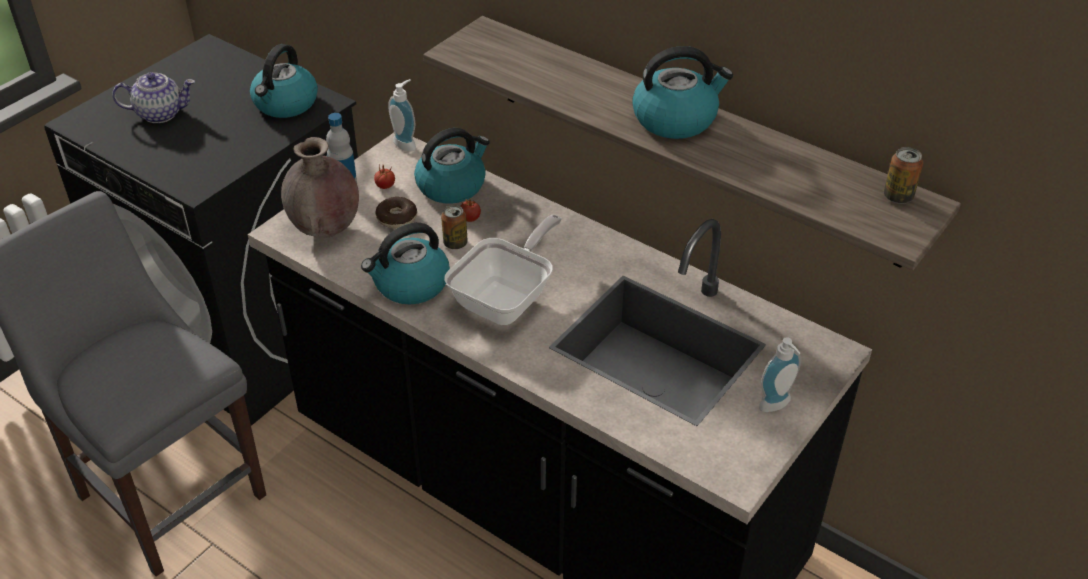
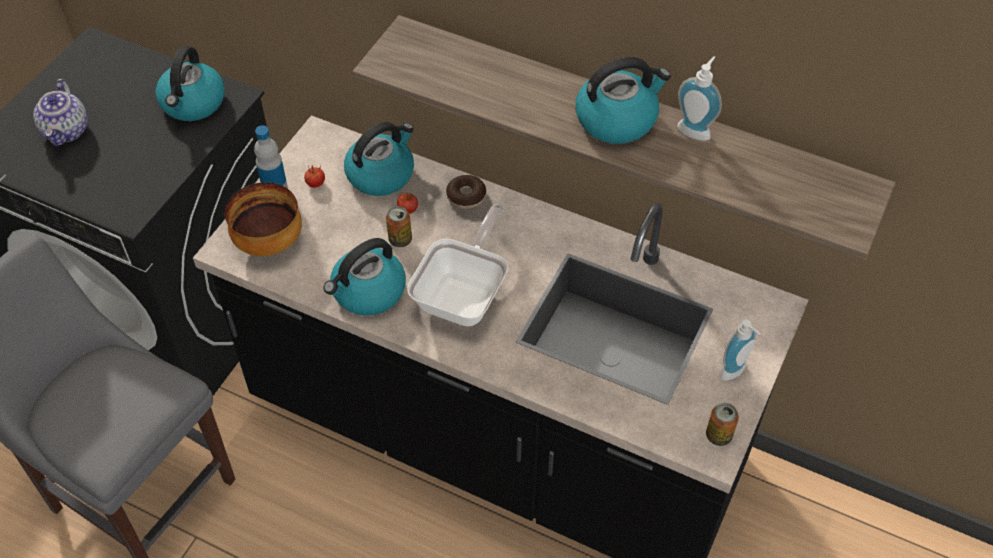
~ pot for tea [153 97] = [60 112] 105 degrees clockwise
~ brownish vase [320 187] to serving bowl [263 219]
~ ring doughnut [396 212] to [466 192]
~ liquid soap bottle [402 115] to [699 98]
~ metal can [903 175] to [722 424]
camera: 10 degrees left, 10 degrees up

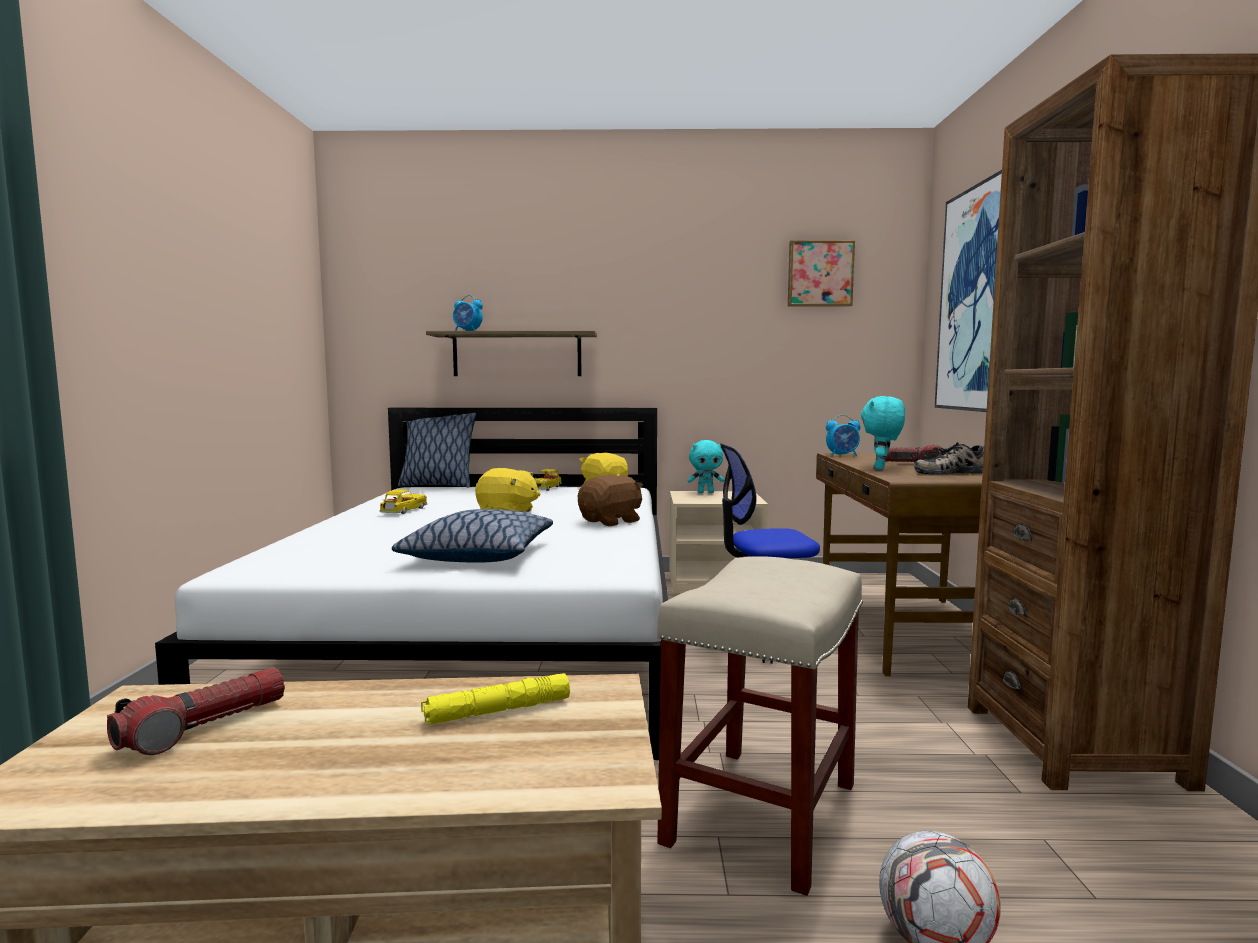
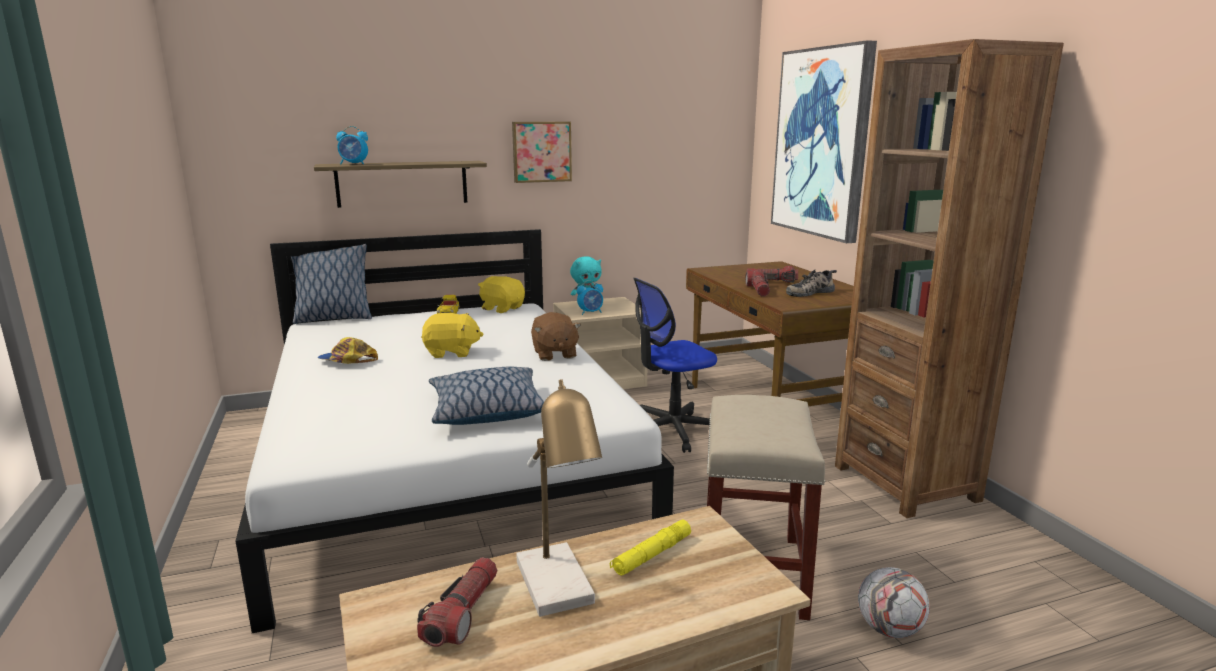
~ model car [403 501] to peaked cap [348 350]
~ picture [821 273] to [542 152]
+ table lamp [559 498]
~ brownish soft toy [610 500] = [556 336] 135 degrees clockwise
~ alarm clock [843 435] to [590 297]
~ turquoise-coloured soft toy [883 433] to flashlight [757 283]
camera: 20 degrees left, 10 degrees up

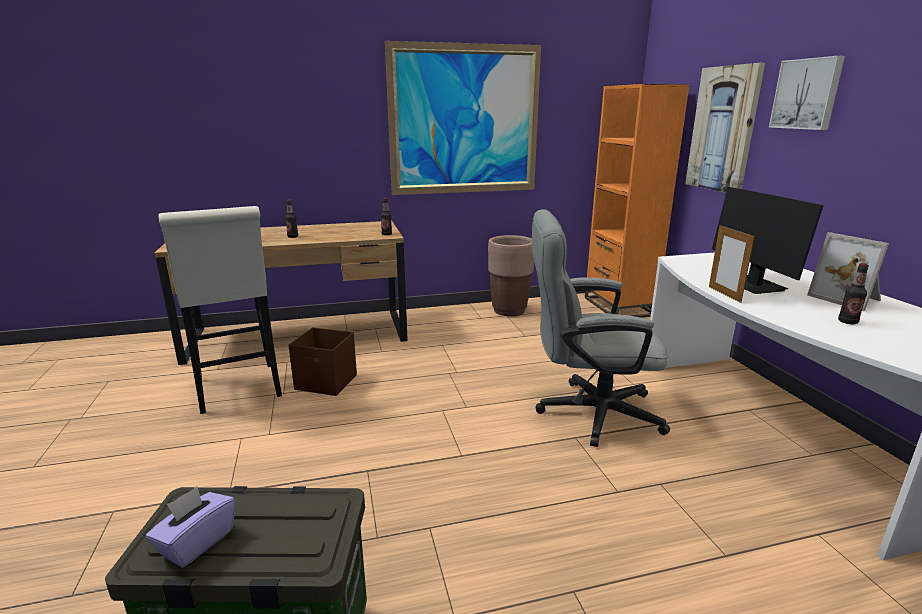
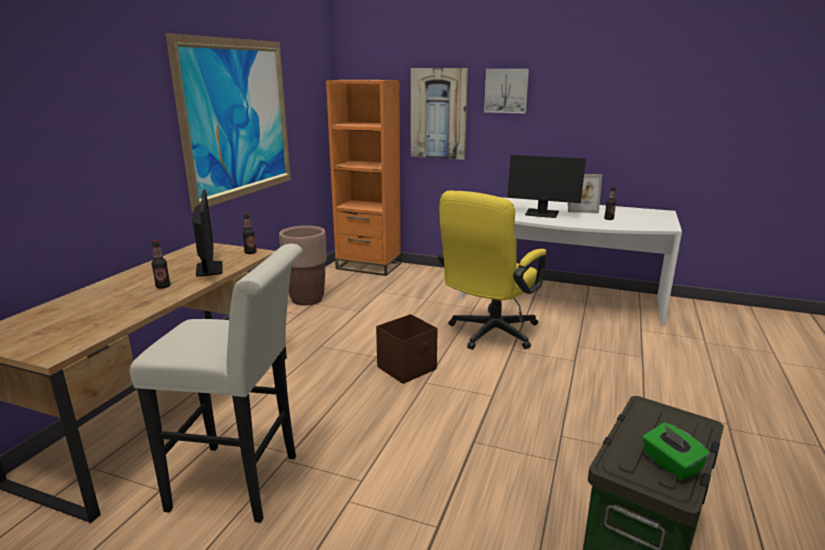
+ monitor [207 233]
~ brownish storage container [322 361] to [407 349]
~ greyish desk chair [601 328] to yellow desk chair [492 270]
~ purple box of tissues [190 527] to green box of tissues [676 451]
- standing frame [732 263]
camera: 55 degrees left, 0 degrees up

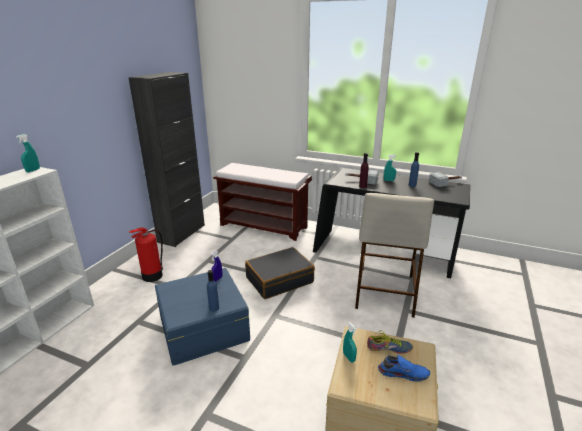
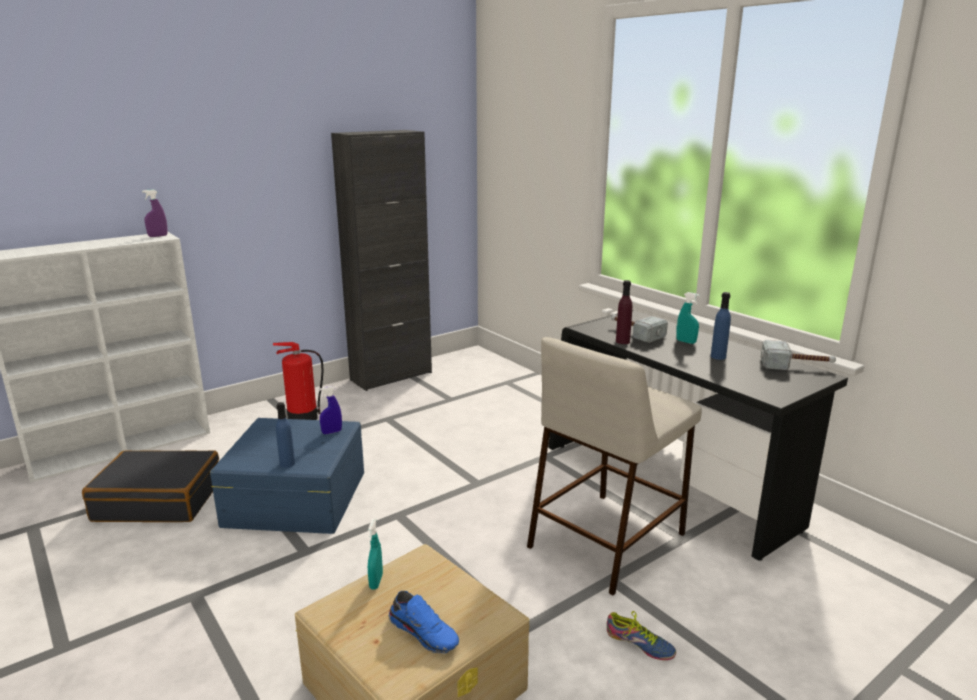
~ black suitcase [280 273] to [150 486]
~ turquoise-coloured spray bottle [28 153] to purple spray bottle [155 213]
~ item of footwear [390 342] to [641 635]
- brownish long seat [262 202]
camera: 30 degrees right, 5 degrees down

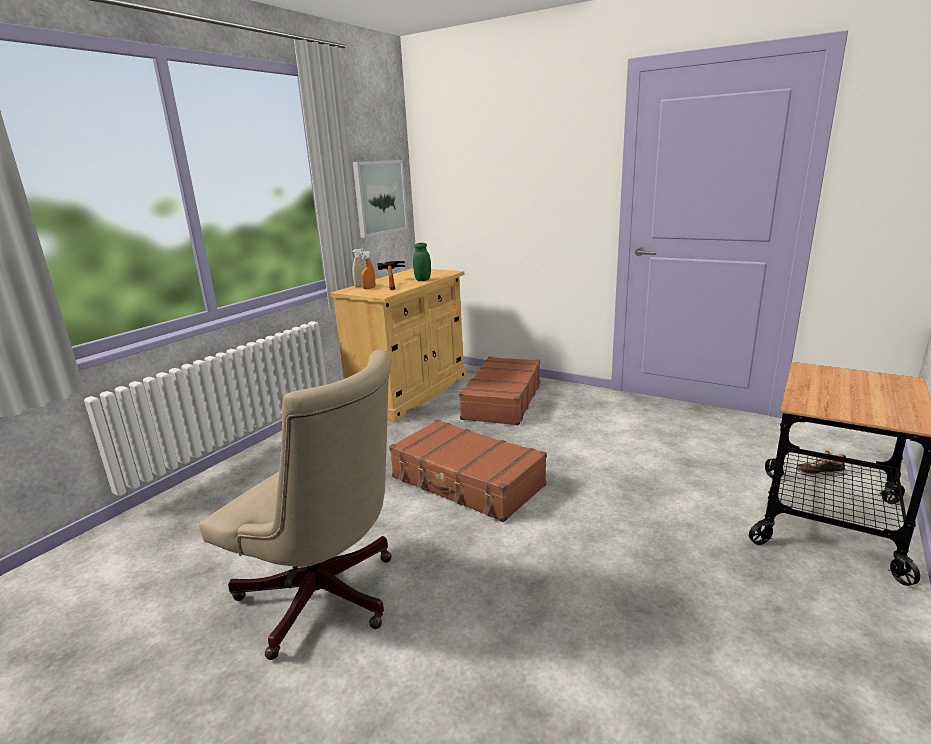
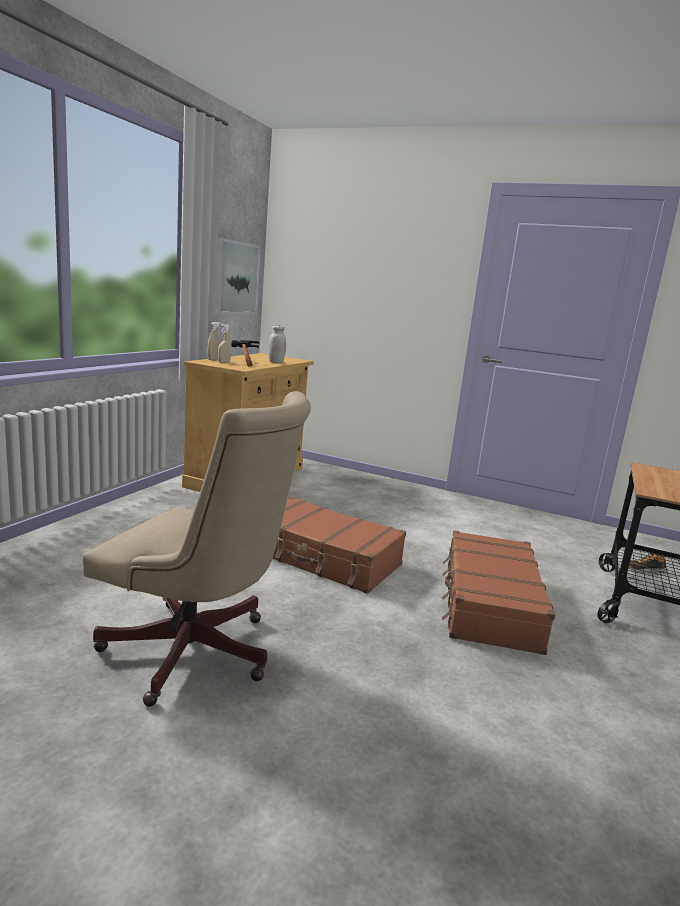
~ orangey spray bottle [367 269] to beige-coloured spray bottle [224 343]
~ green jar [422 262] to whitish jar [277 344]
~ brownish suitcase [499 391] to [499 592]
camera: 10 degrees left, 5 degrees down

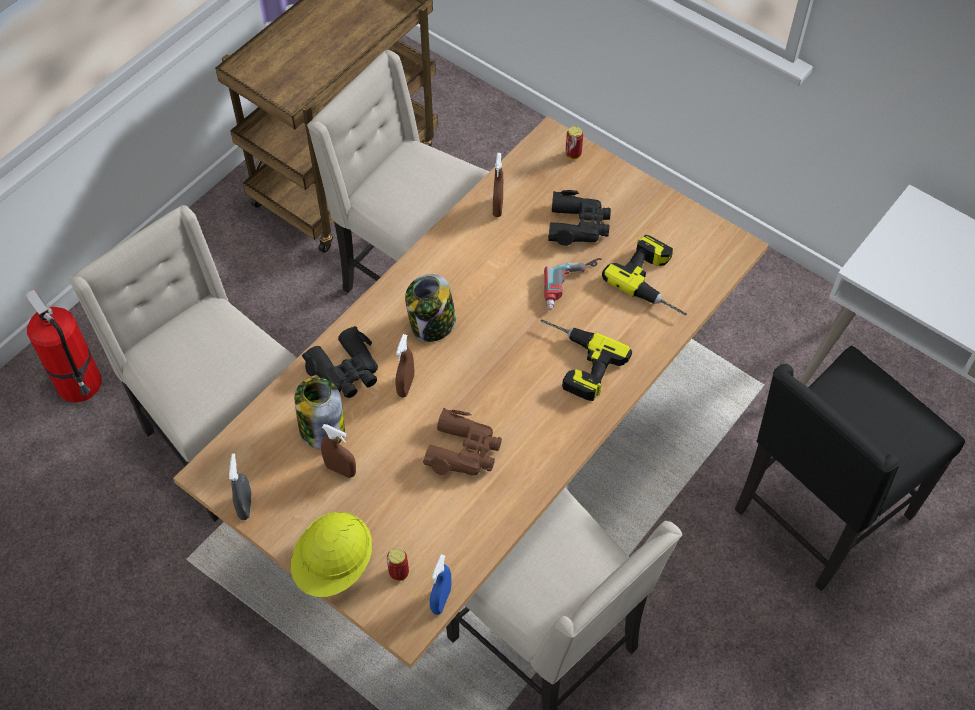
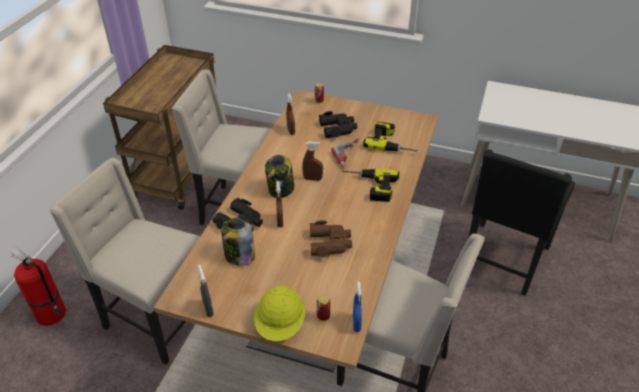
~ brownish spray bottle [338 451] to [312 161]
camera: 20 degrees left, 15 degrees down

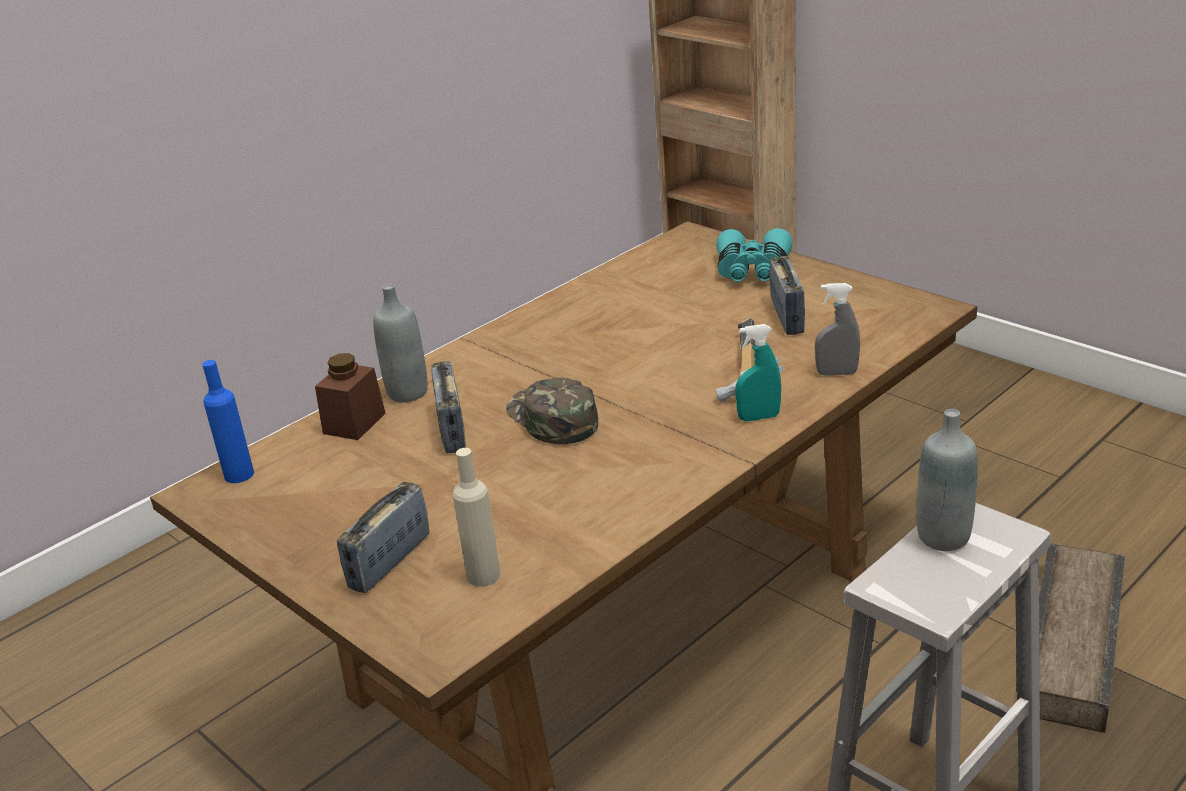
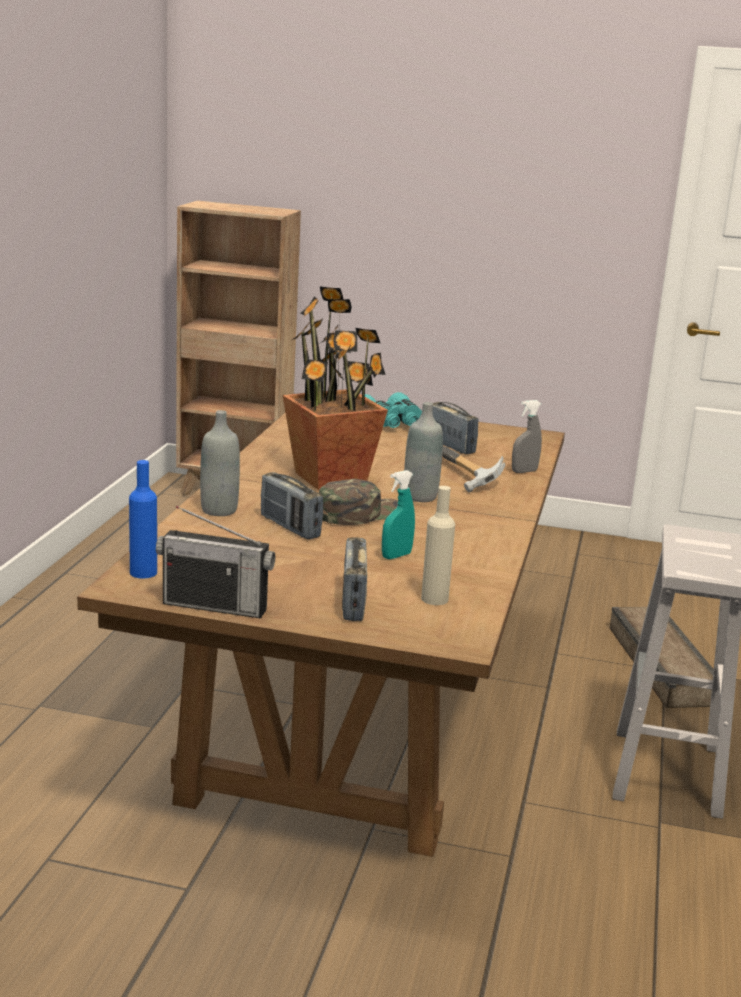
+ radio set [215 562]
+ houseplant [335 388]
~ green peaked cap [552 410] = [358 502] 120 degrees clockwise
~ turquoise-coloured spray bottle [758 372] to [398 514]
~ greyish drink bottle [947 480] to [423 452]
- brownish jar [350 396]
camera: 35 degrees left, 10 degrees down

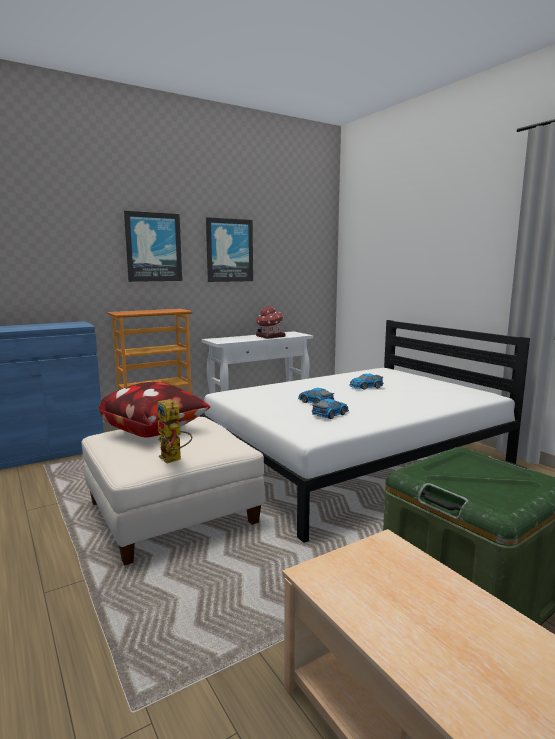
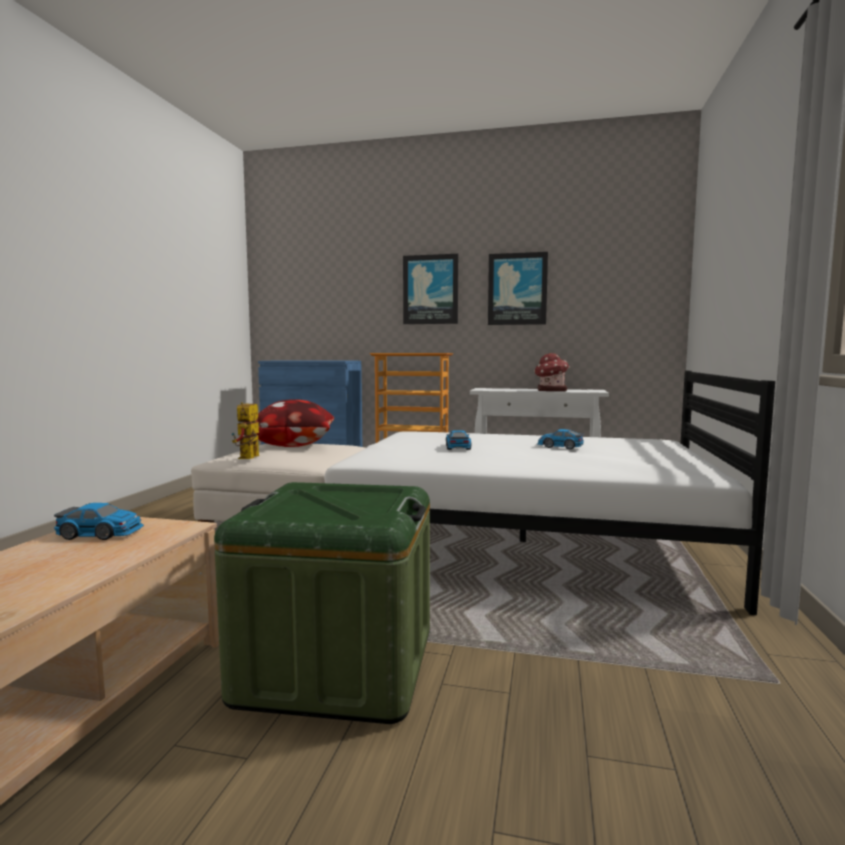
~ model car [330 408] to [99 521]
camera: 45 degrees right, 5 degrees down

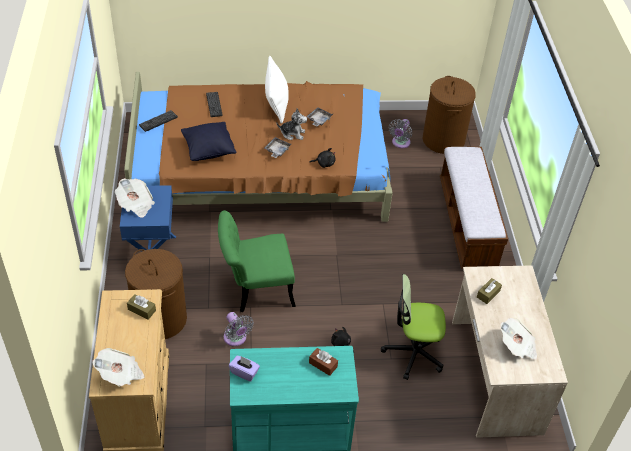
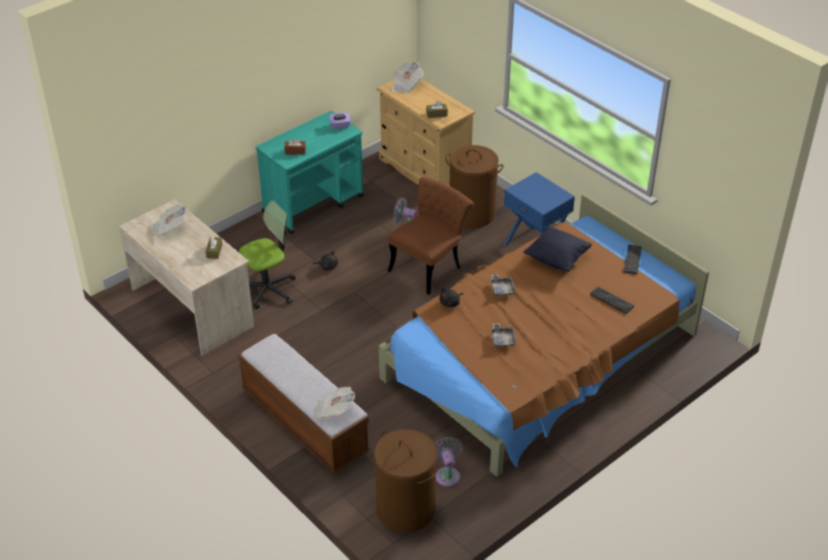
~ newspaper [135 198] to [335 403]
~ green chair [257 261] to brownish chair [430 236]
- whitish cushion [277 90]
- soft toy [291 124]
camera: 145 degrees right, 5 degrees down

